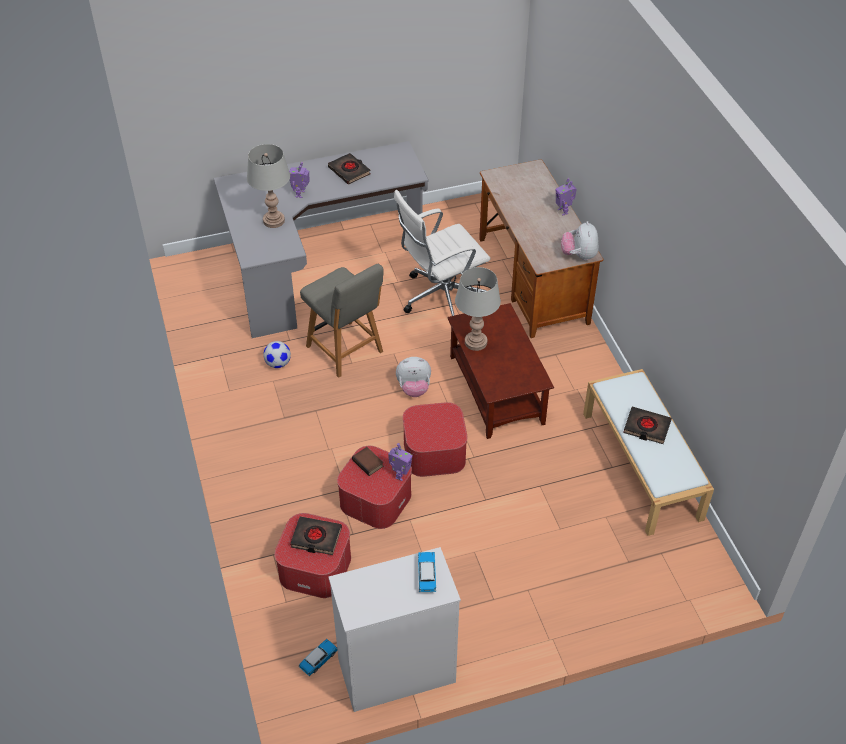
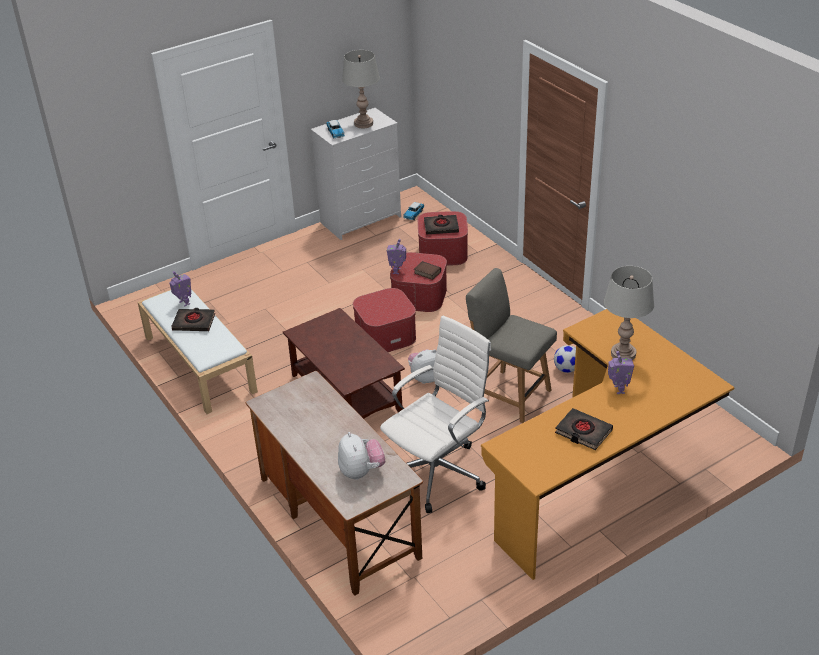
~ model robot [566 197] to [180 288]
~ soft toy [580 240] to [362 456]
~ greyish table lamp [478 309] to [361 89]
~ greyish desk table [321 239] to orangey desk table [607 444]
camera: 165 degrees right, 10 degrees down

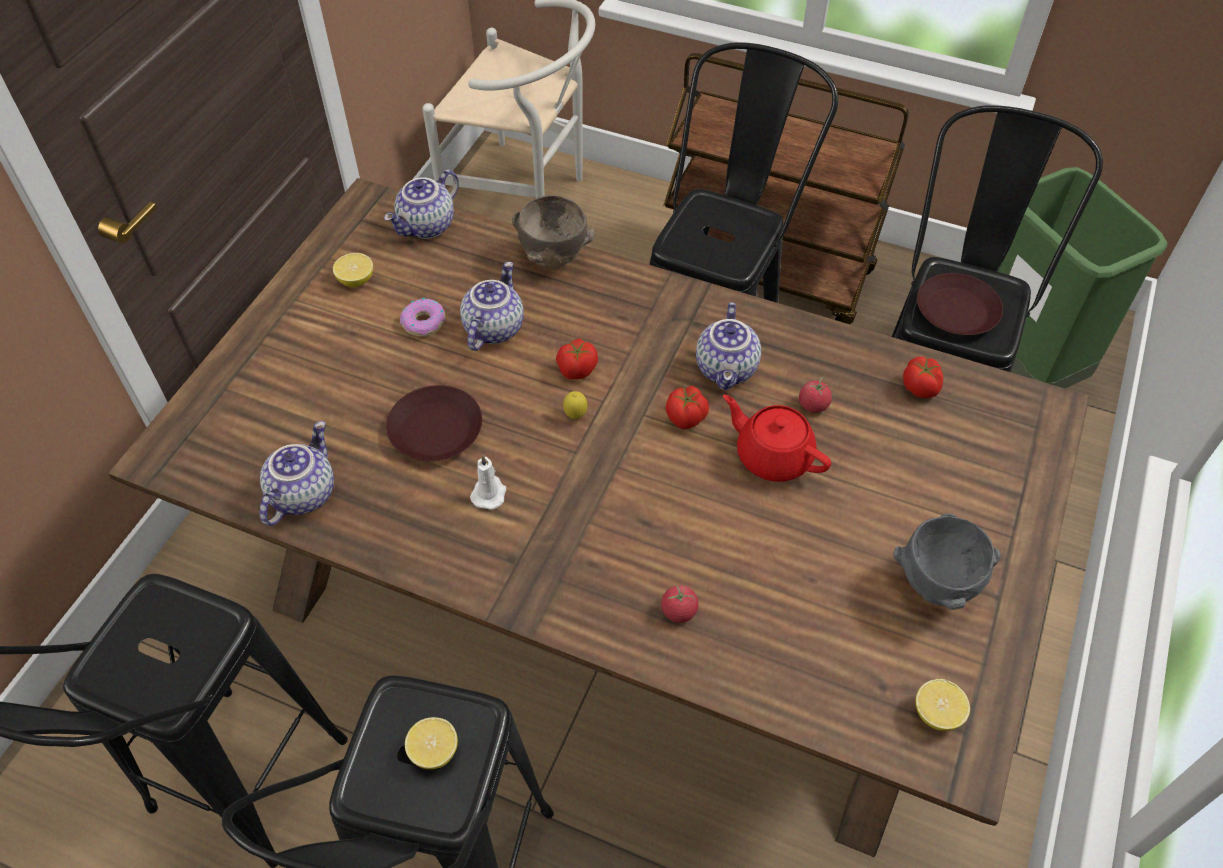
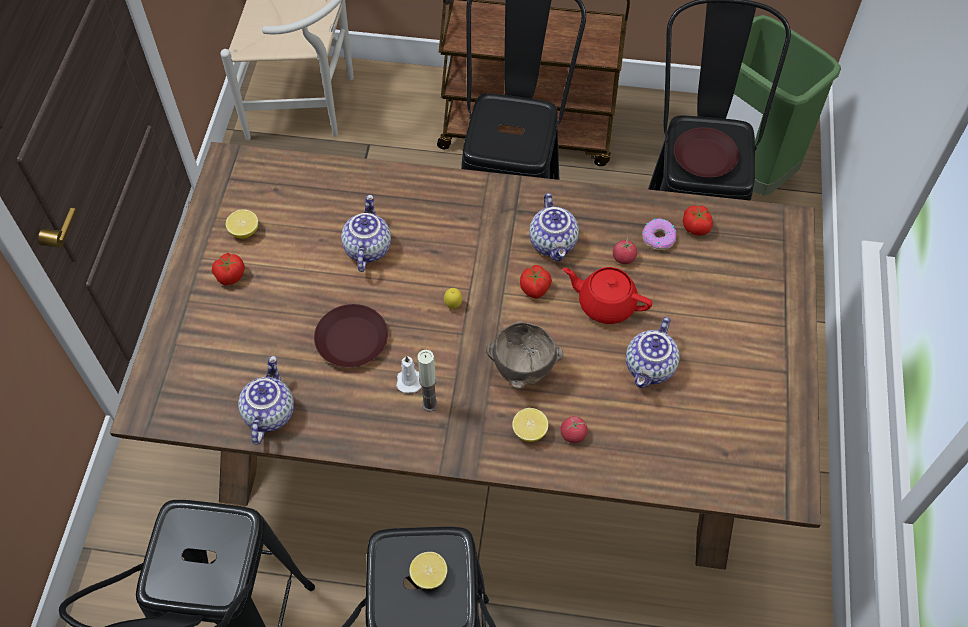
~ whole tomato [577 359] to [228 269]
+ candle [428 380]
~ brownish serving bowl [553 232] to [525 355]
~ whole lemon [942 705] to [530 425]
~ pot for tea [421 204] to [653 352]
~ ring doughnut [422 317] to [659 234]
- greyish serving bowl [947 561]
camera: 15 degrees left, 5 degrees up

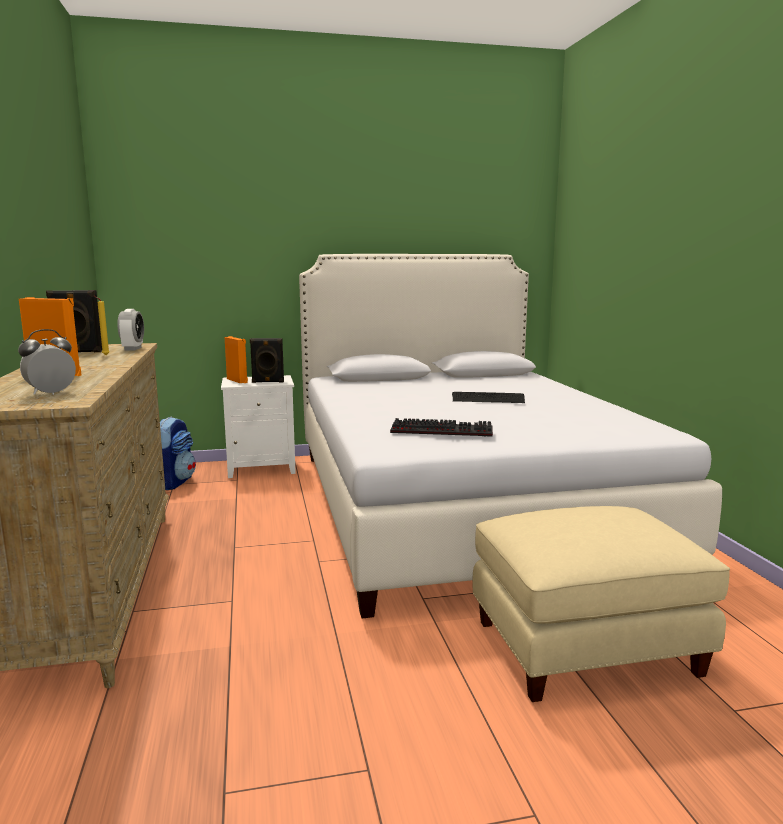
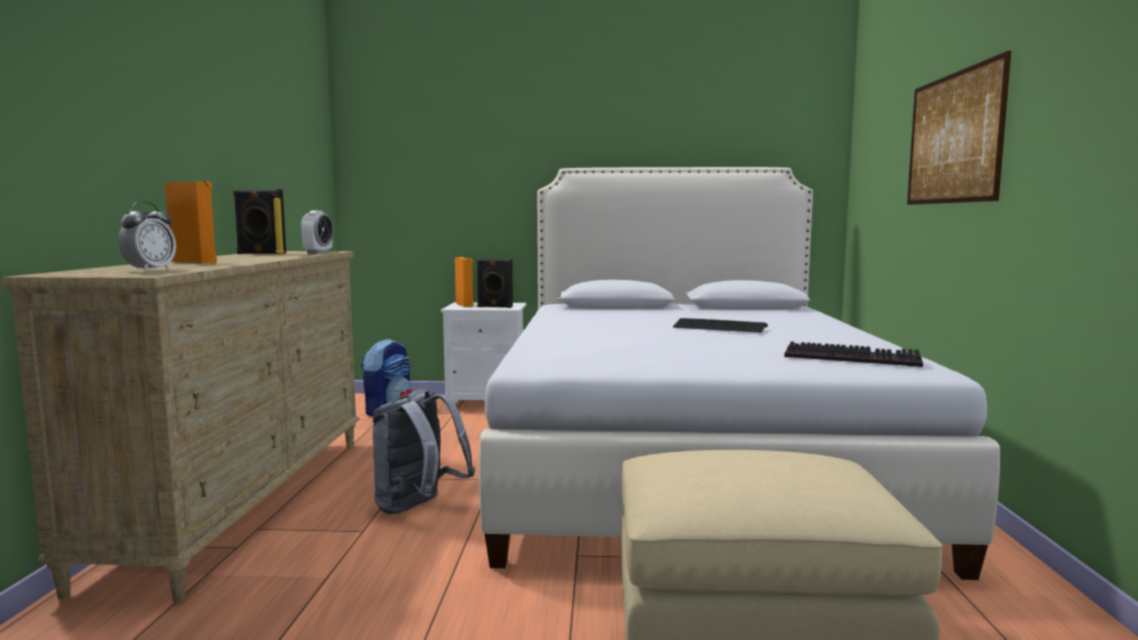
~ alarm clock [47 362] = [147 236] 135 degrees clockwise
+ greyish rucksack [423 451]
~ PC keyboard [441 427] to [853 354]
+ picture [959 128]
camera: 15 degrees right, 5 degrees down

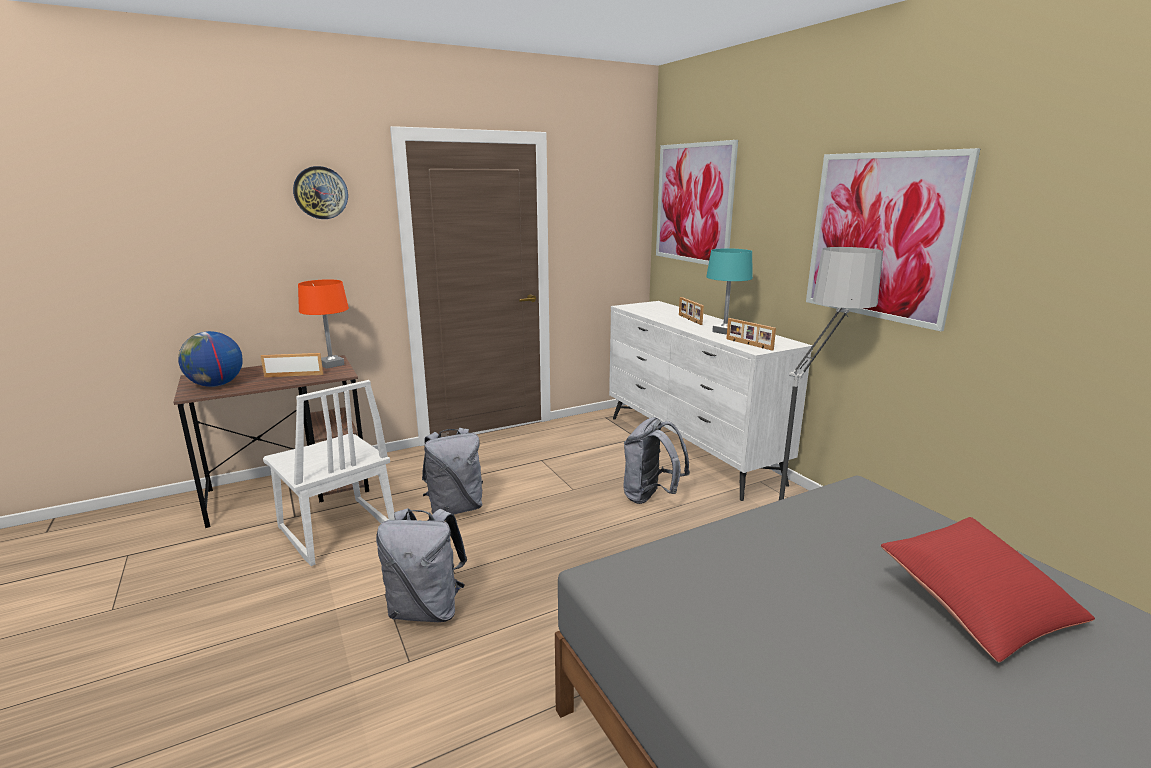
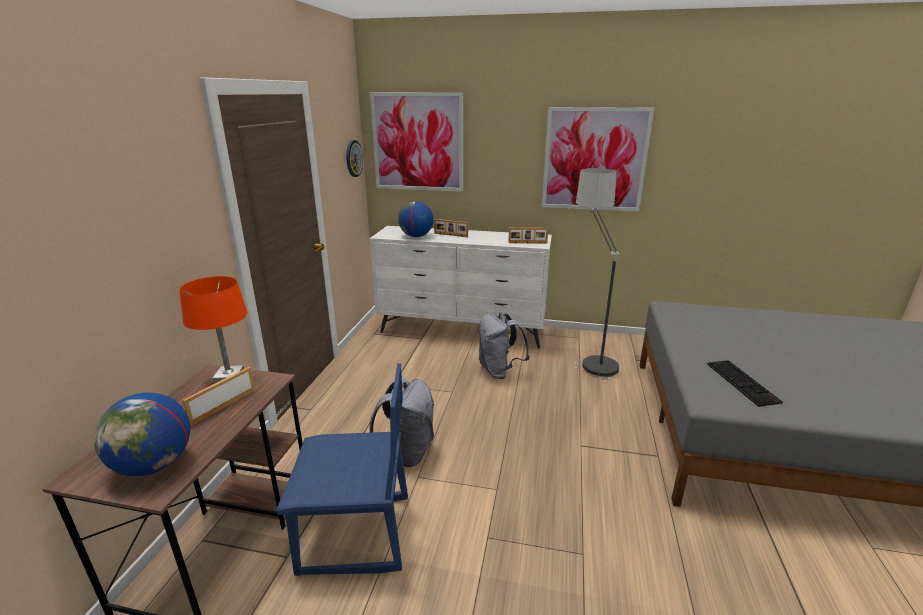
~ whitish chair [329 473] to blue-coloured chair [342 470]
~ clock on the wall [320 192] to [354 158]
+ desk globe [416 219]
+ PC keyboard [745 383]
- greyish rucksack [421 565]
- turquoise-coloured table lamp [729 291]
- reddish cushion [988 590]
camera: 50 degrees left, 5 degrees up

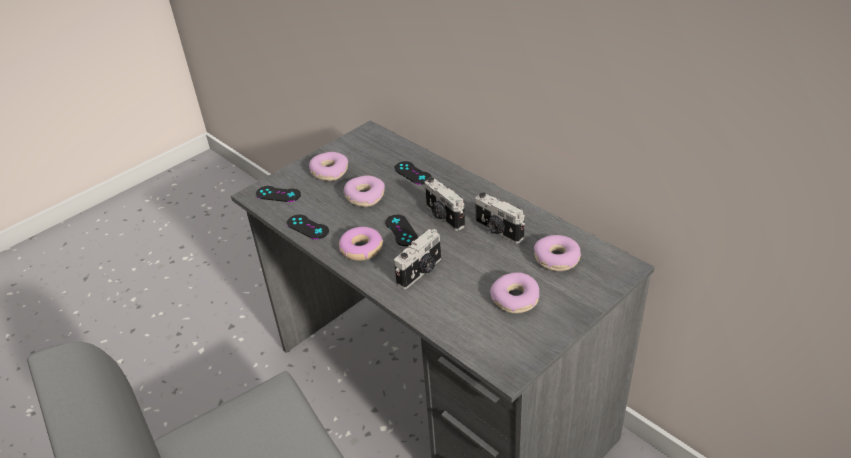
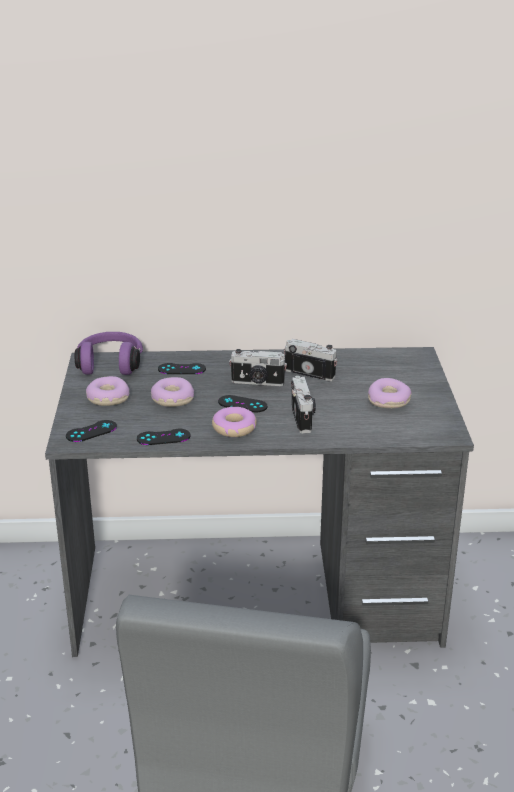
+ purple headphones [108 353]
~ photo camera [500 217] = [310 360] 150 degrees counterclockwise
- ring doughnut [557 253]
camera: 50 degrees left, 10 degrees down

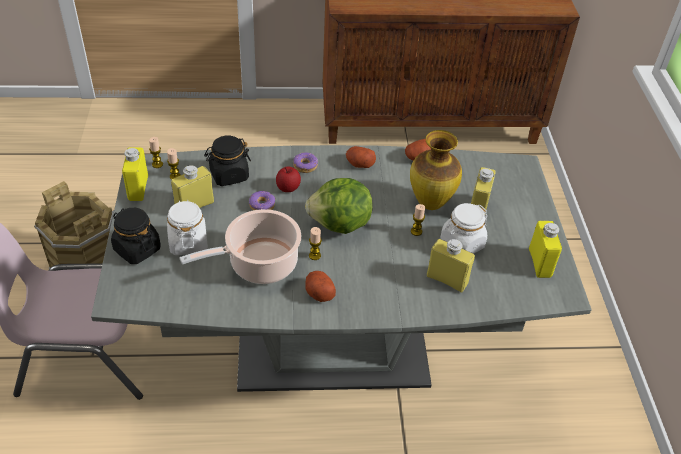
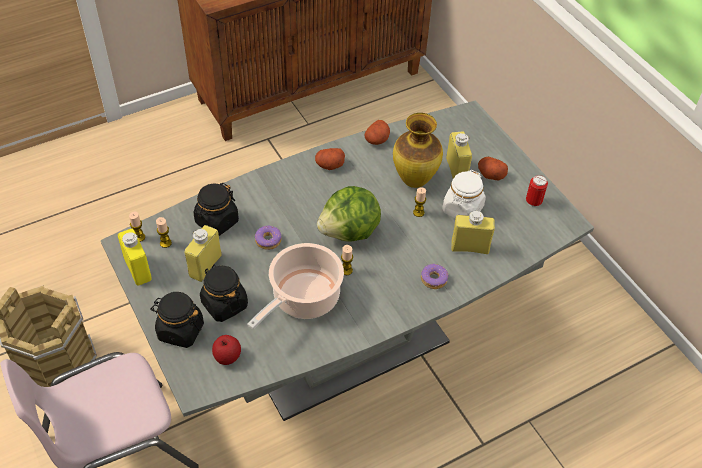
~ whitish jar [187 227] to black jar [224 293]
~ apple fruit [288 179] to [226 350]
~ ring doughnut [305 162] to [434 276]
~ spud [320 286] to [493 169]
~ yellow drink bottle [545 249] to metal can [537 191]
camera: 25 degrees left, 5 degrees up

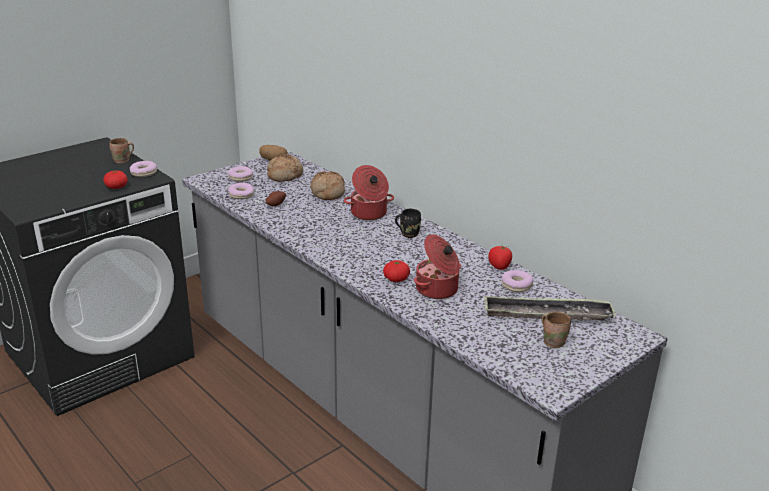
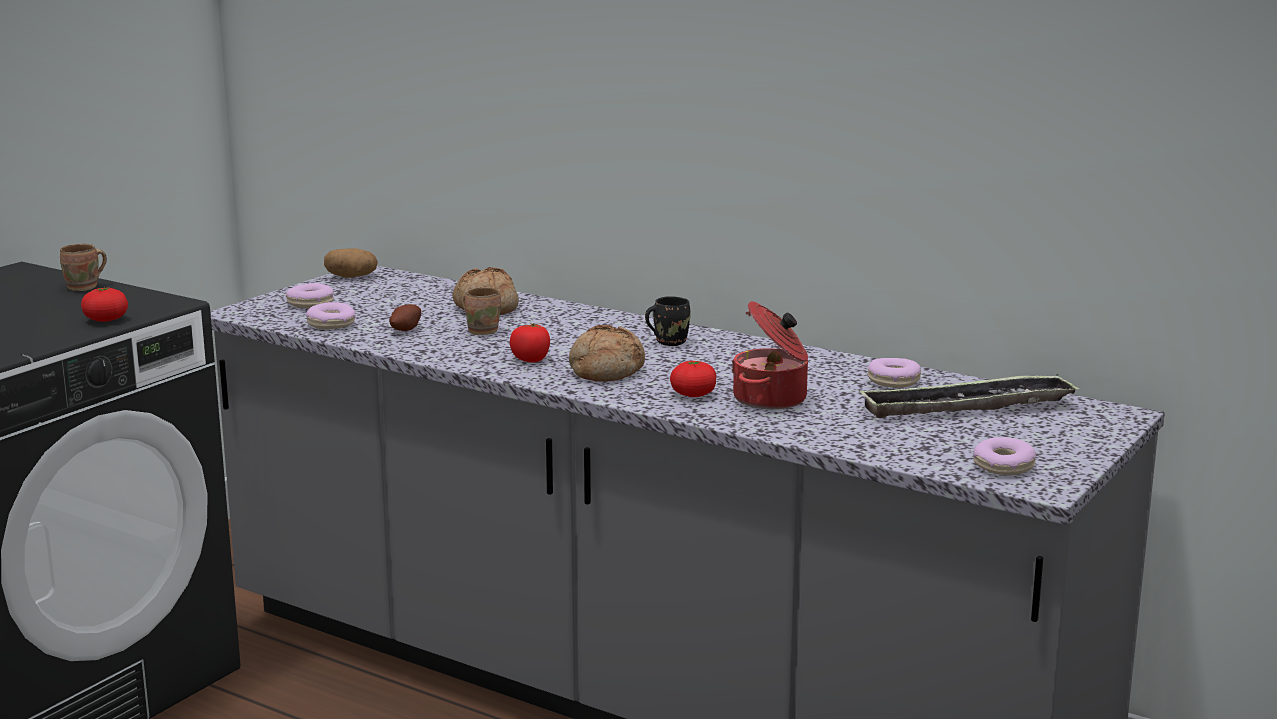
~ brownish mug [556 329] to [481 311]
~ whole tomato [500 258] to [530 342]
~ bakery bread [285 168] to [607 353]
~ ring doughnut [143 169] to [1004 456]
- saucepot [369 192]
camera: 15 degrees left, 10 degrees down

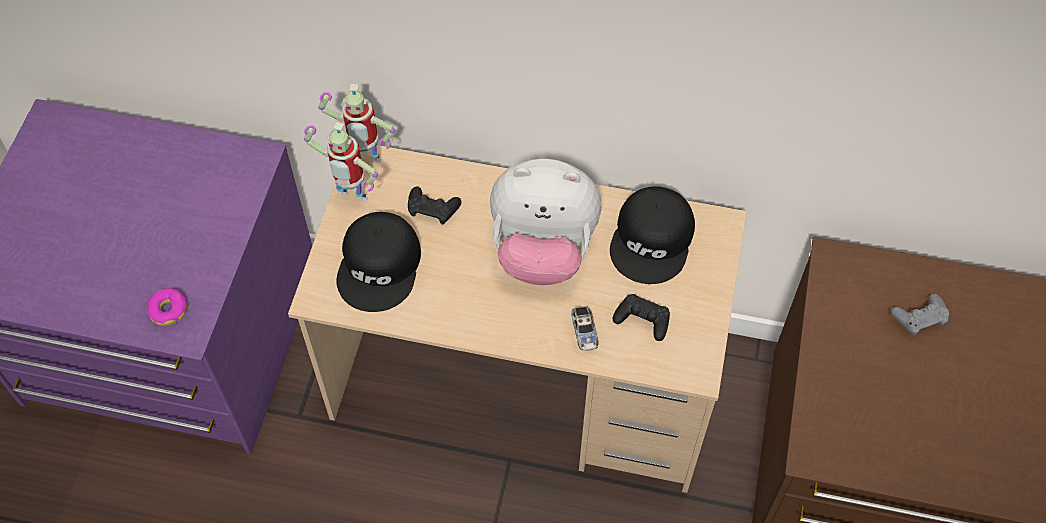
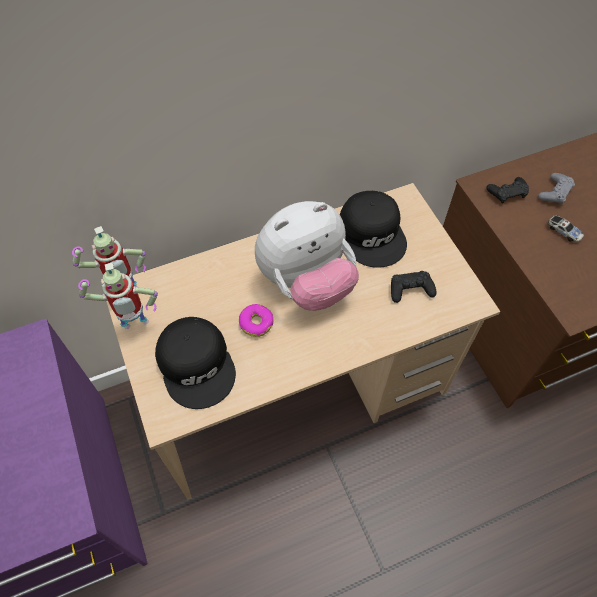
~ ring doughnut [167 307] to [256 320]
~ black game controller [434 205] to [507 190]
~ model car [585 328] to [566 228]
camera: 35 degrees left, 0 degrees up

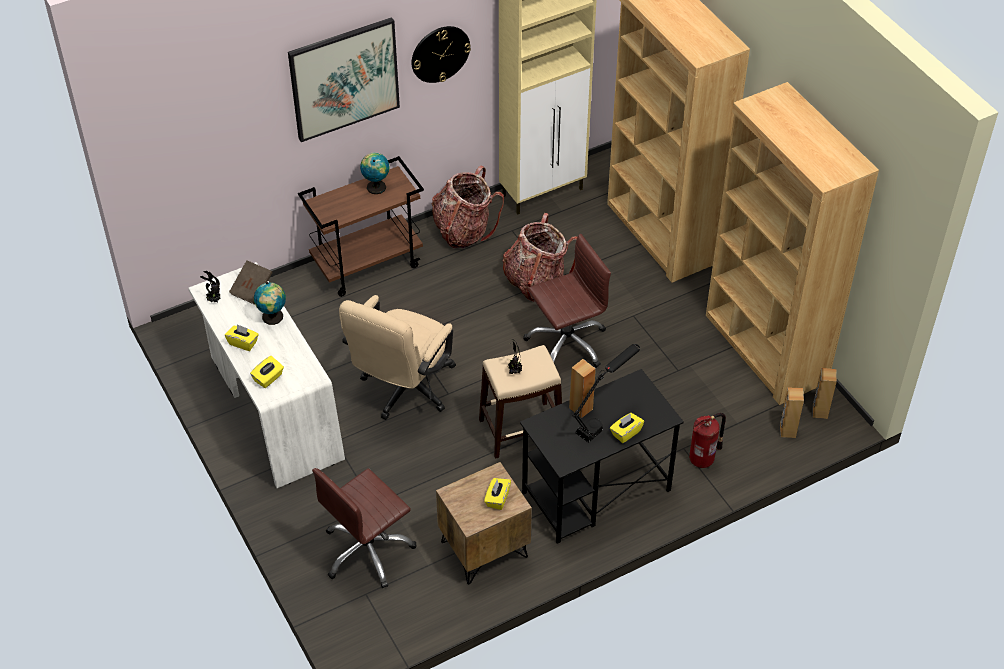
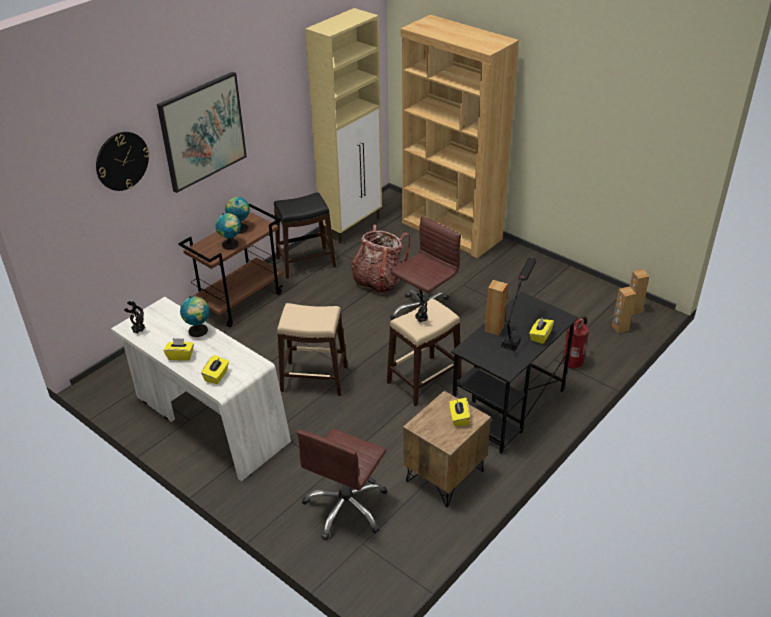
~ clock on the wall [441 54] to [123 161]
+ desk globe [228 231]
~ rucksack [467 207] to black stool [305 235]
~ beige-coloured desk chair [397 357] to beige-coloured stool [312 349]
- brownish volume [251 282]
- brownish bookcase [792 243]
camera: 20 degrees left, 10 degrees down

